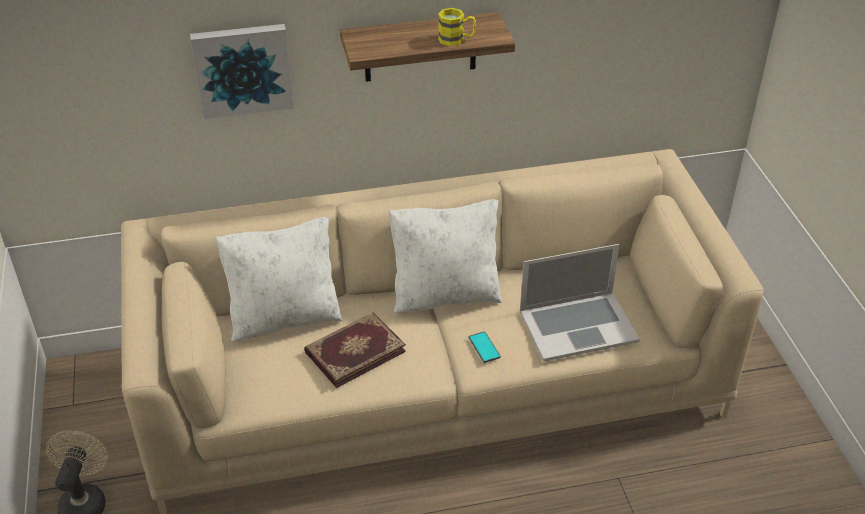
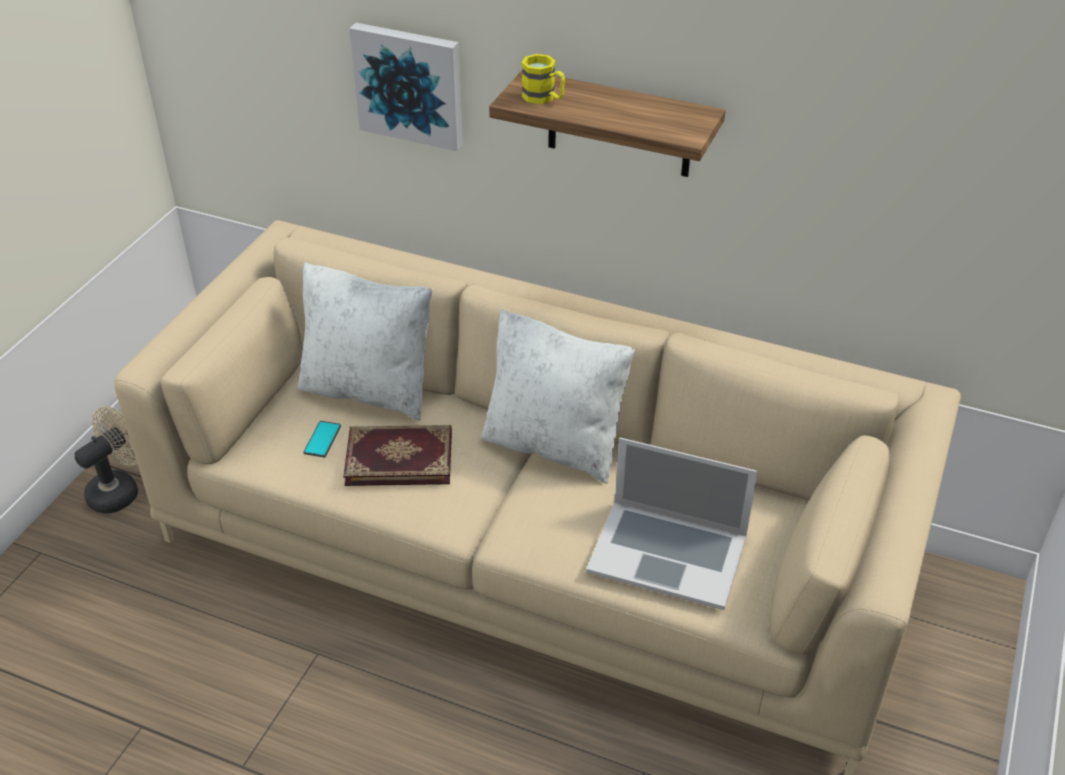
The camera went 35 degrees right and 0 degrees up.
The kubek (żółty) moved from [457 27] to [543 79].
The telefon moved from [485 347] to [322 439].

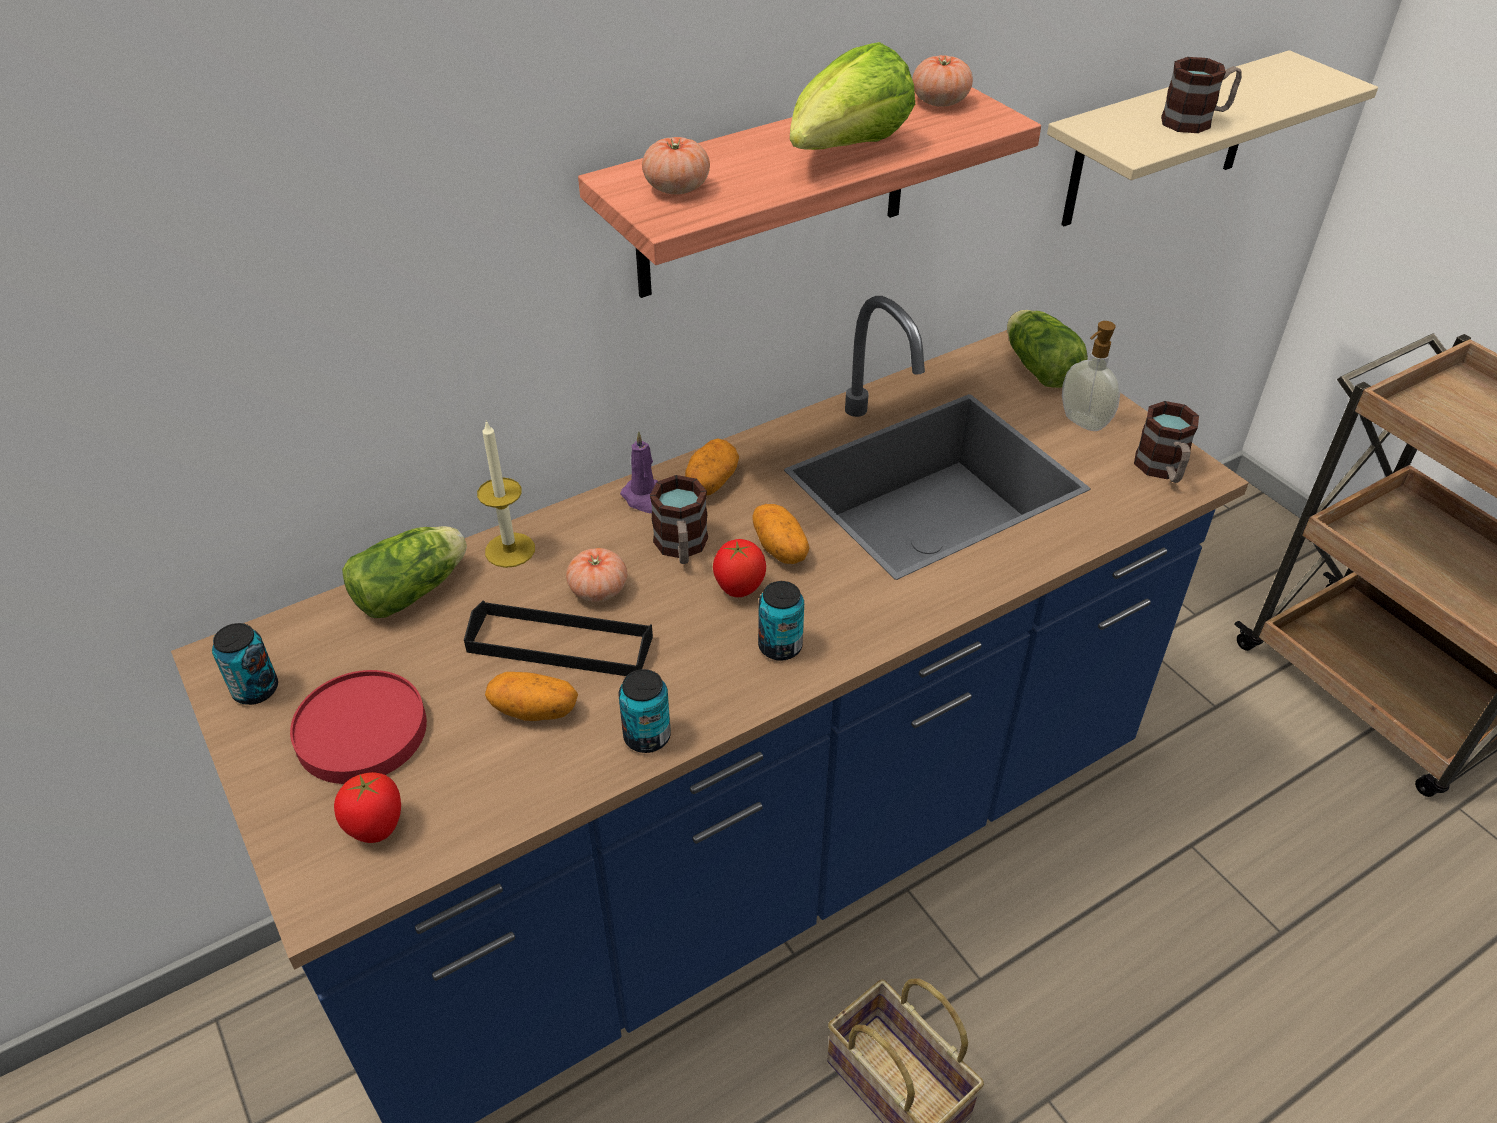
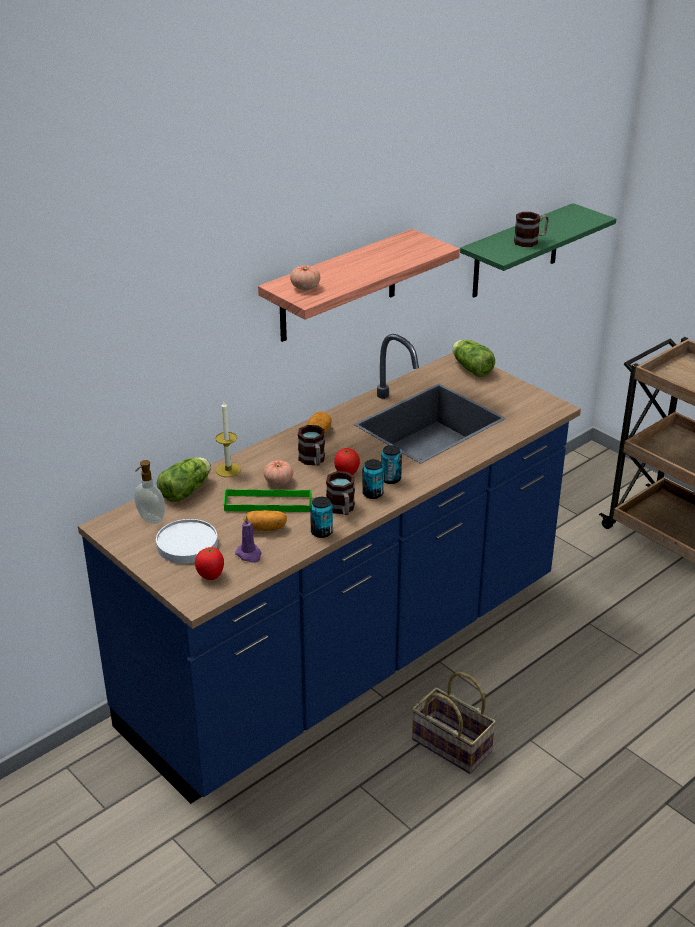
The camera went 10 degrees left and 10 degrees down.
The sałata at [852 96] disappeared.
The półka (beżowy) at [1212 138] became the półka (zielony) at [538 250].
The pomidor at [942 81] disappeared.
The dozownik mydła moved from [1091 376] to [149 492].
The kubek moved from [1166 442] to [340 493].
The świeca (fioletowy) moved from [639 472] to [248 539].
The ziemniak at [781 534] disappeared.
The taca (czarny) at [558 638] became the taca (zielony) at [267 500].
The puszka moved from [245 664] to [391 464].
The talerz (czerwony) at [358 727] became the talerz (biały) at [187 541].

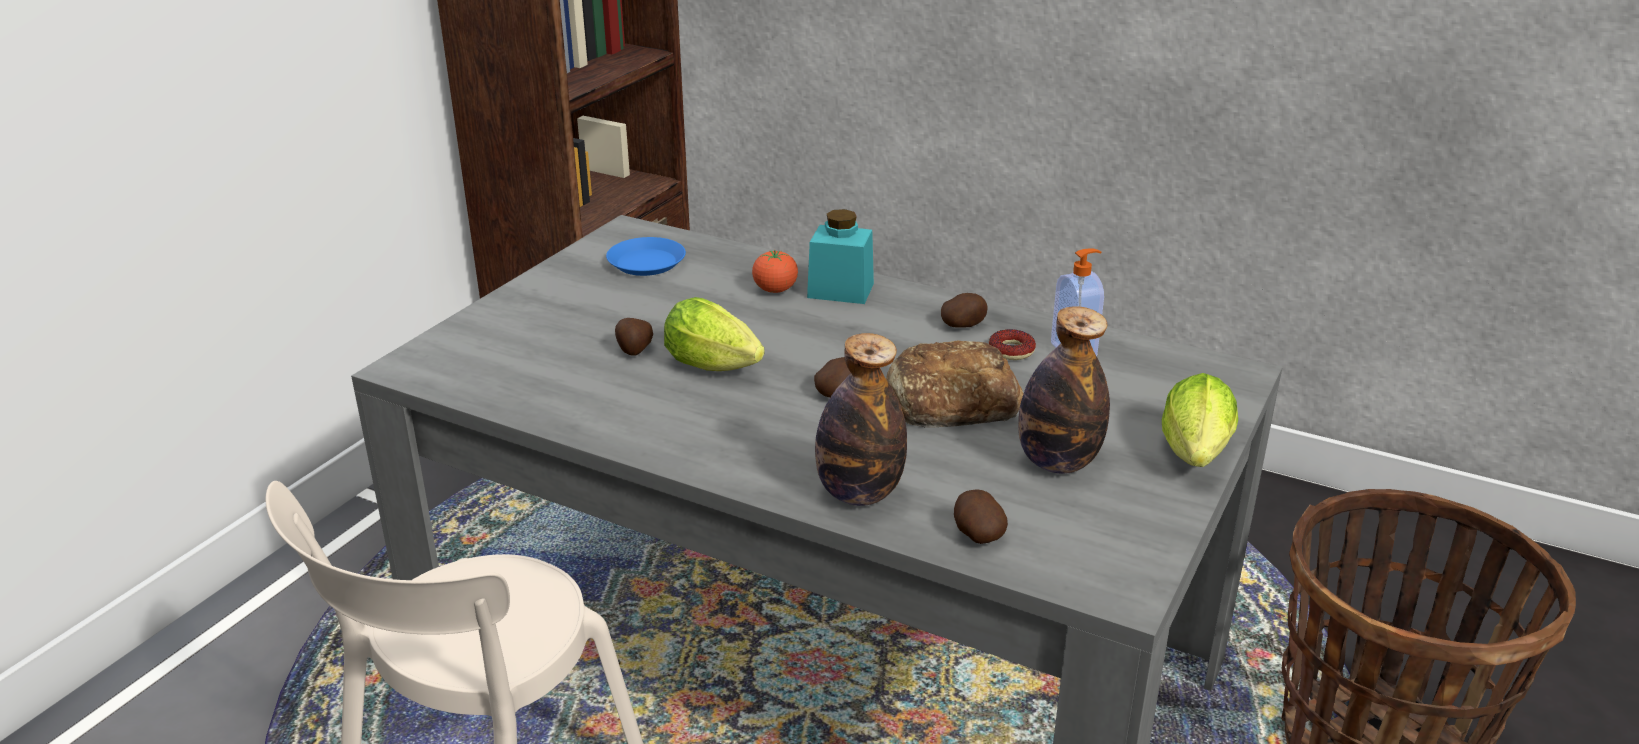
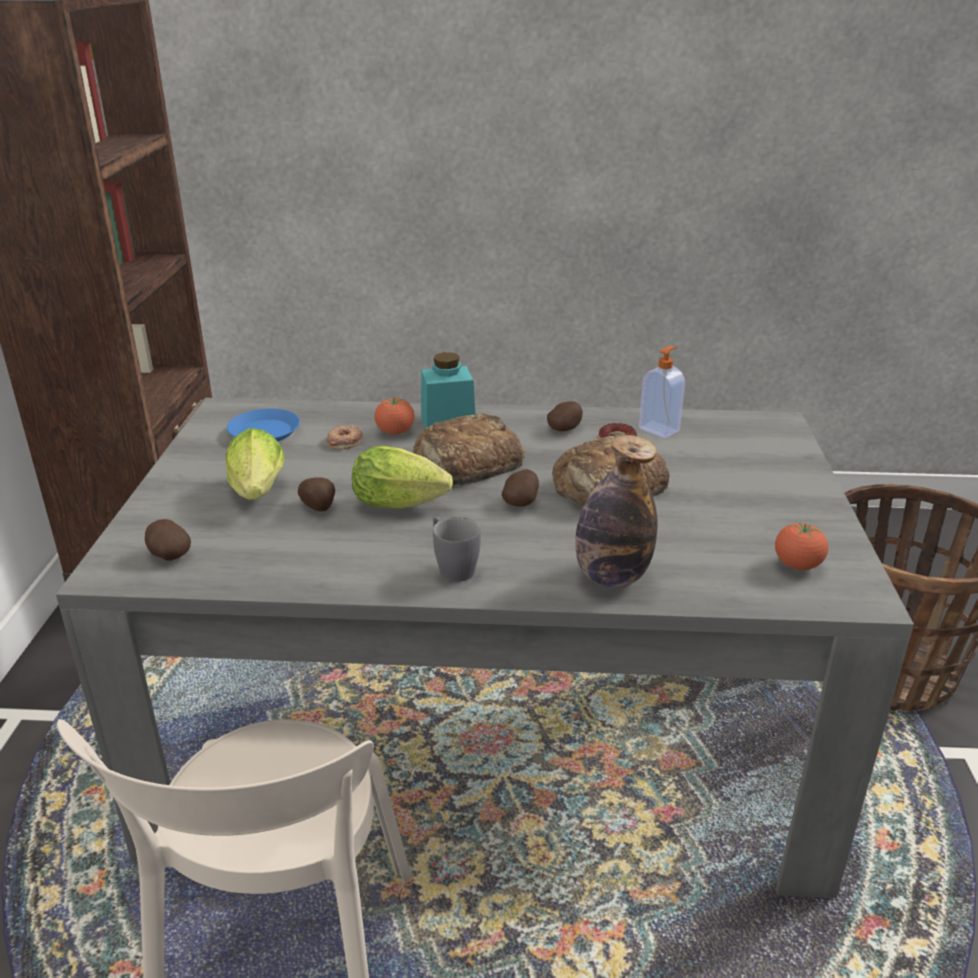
The camera went 25 degrees left and 0 degrees up.
The butelka at [1064 390] disappeared.
The sałata moved from [1200 420] to [255 464].
The ziemniak moved from [981 517] to [168 540].
The chleb at [469 450] appeared.
The donut at [344 437] appeared.
The kubek (szary) at [457 549] appeared.
The pomidor at [801 545] appeared.

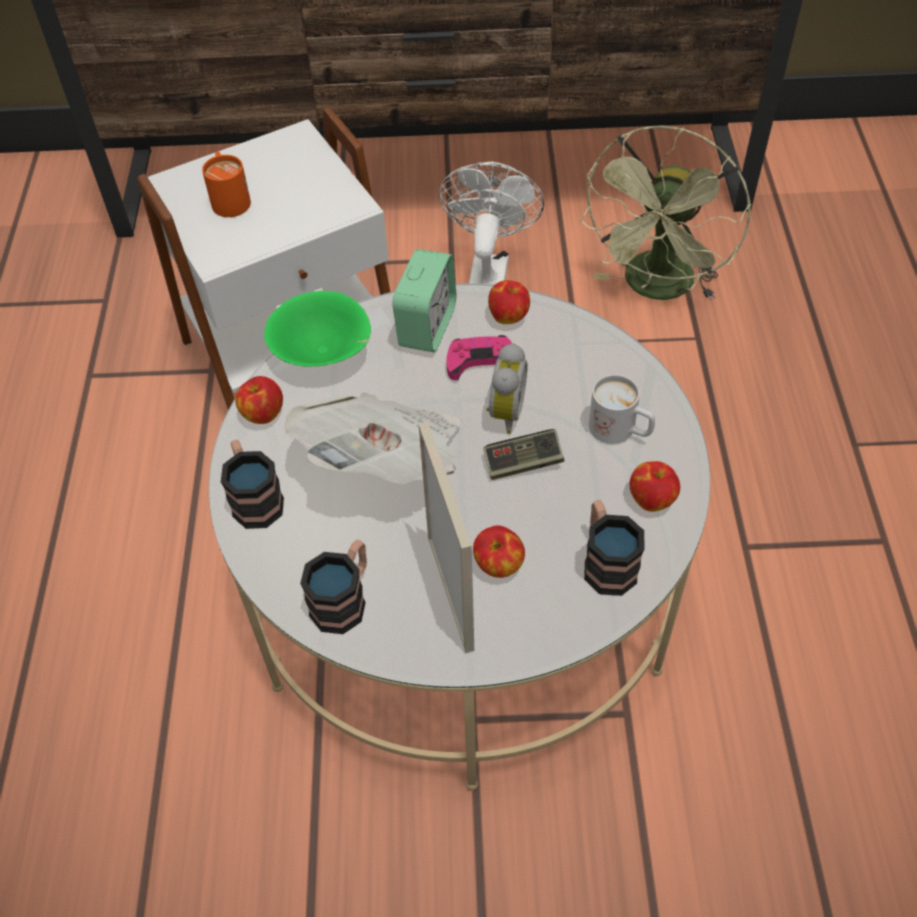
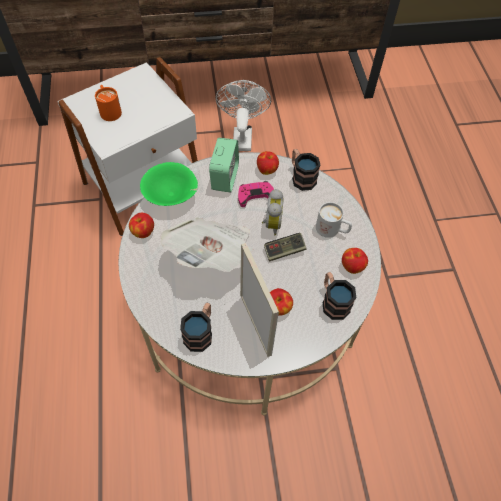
The camera went 10 degrees left and 5 degrees up.
The wentylator (zielony) at [665 212] disappeared.
The kubek moved from [252 484] to [306 170].

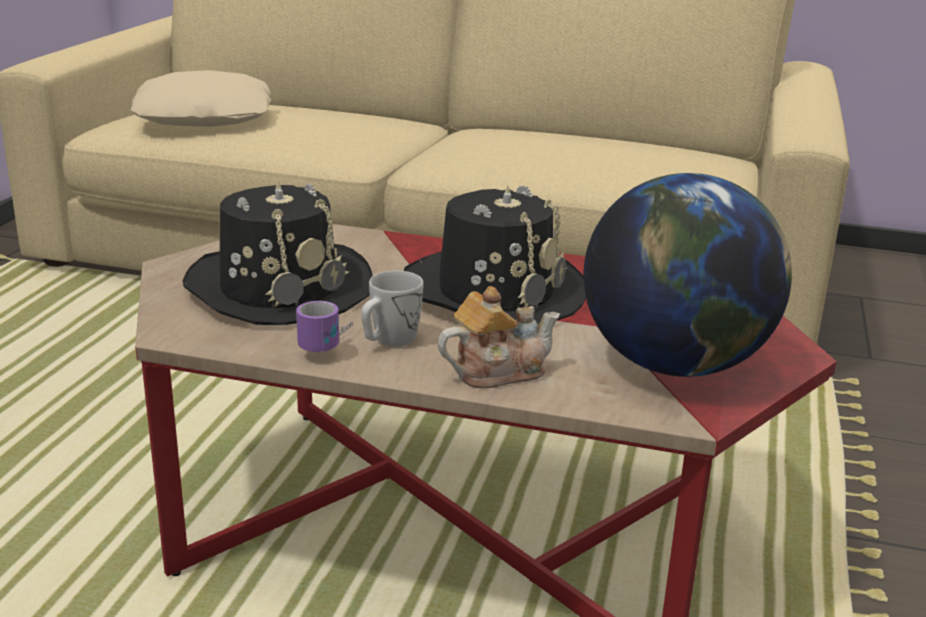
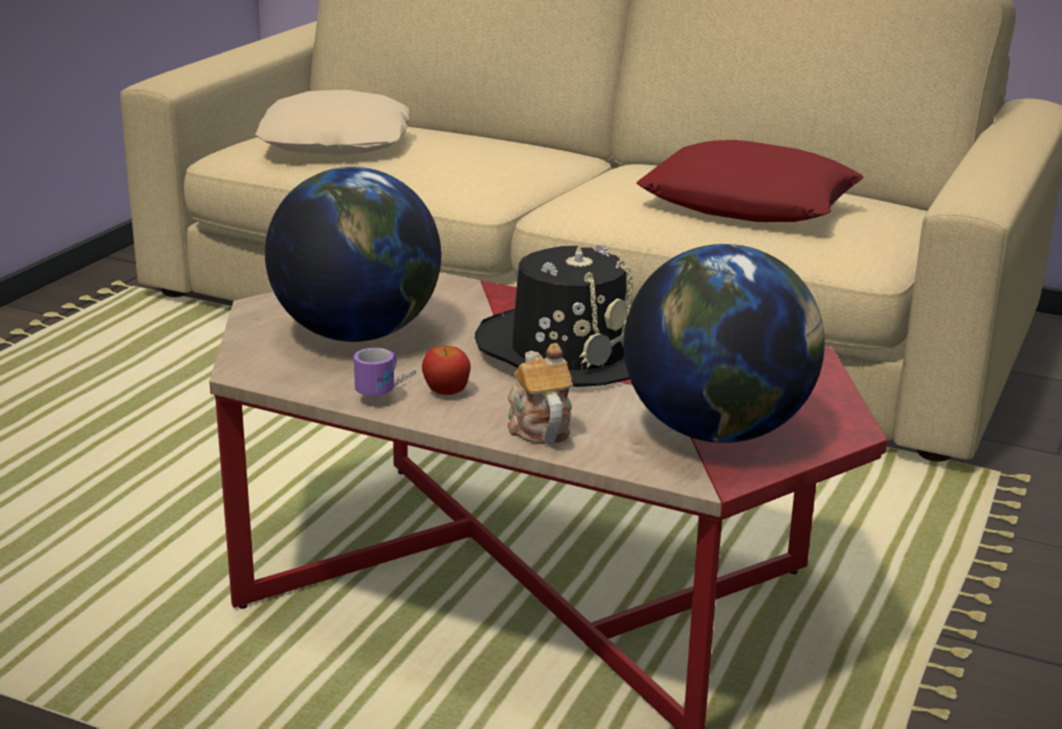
The camera went 10 degrees right and 0 degrees up.
The kapelusz (czarny) at [278 253] was replaced by the globus at [353 254].
The kubek (biały) at [392 309] was replaced by the jabłko at [446 370].
The imbryk at [498 337] turned 90 degrees counterclockwise.
The poduszka (czerwony) at [750 181] appeared.

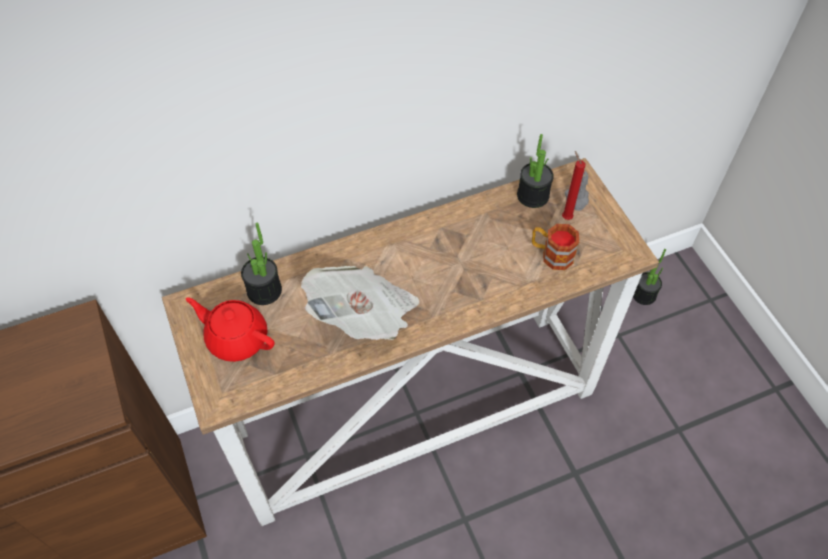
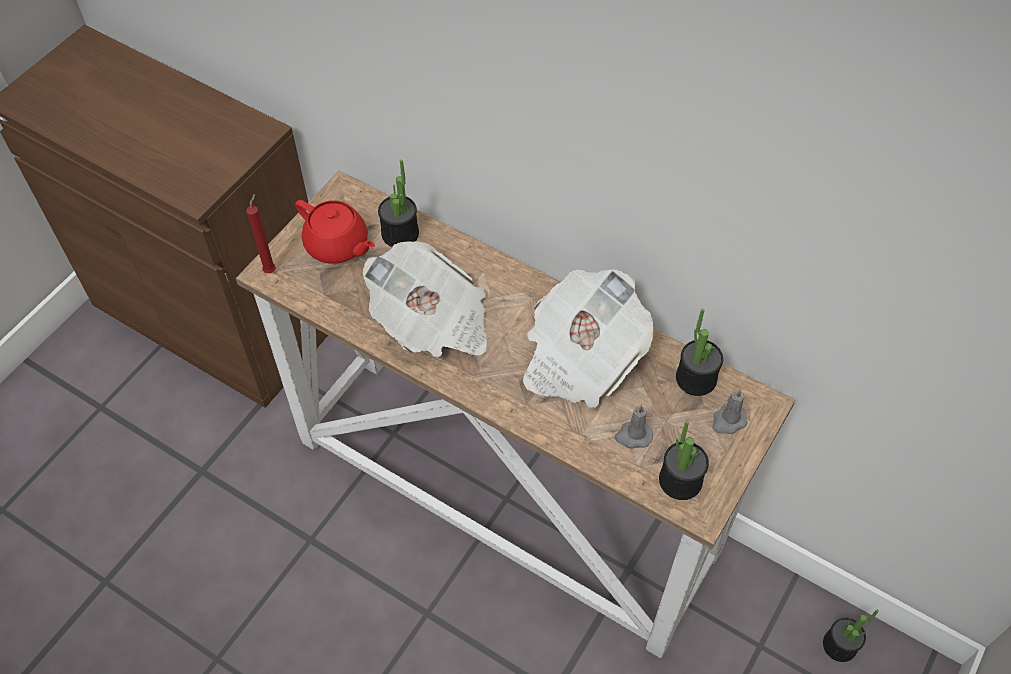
The camera went 55 degrees right and 0 degrees up.
The świeca (czerwony) moved from [574 185] to [261 233].
The kubek at [555 247] was replaced by the świeca (szary) at [634 427].
The imbryk (czerwony) at [230 330] turned 135 degrees clockwise.
The gazeta at [588 338] appeared.
The roślina doniczkowa at [684 460] appeared.

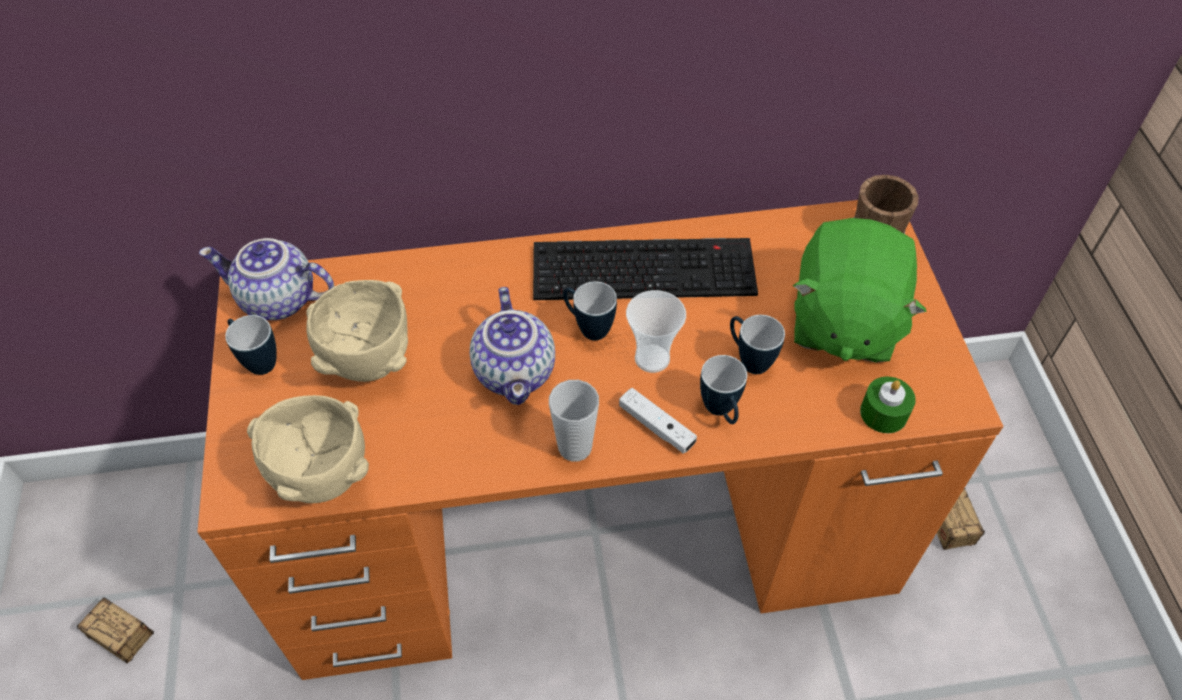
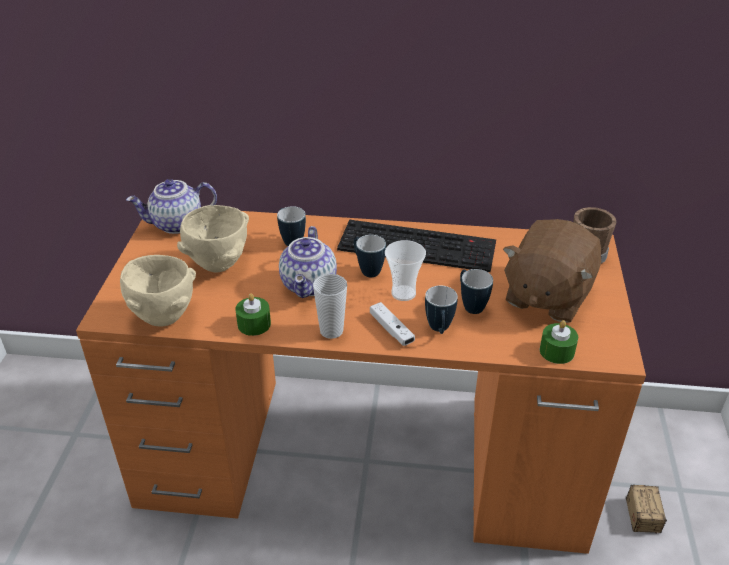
The camera went 15 degrees right and 15 degrees down.
The pluszak (zielony) at [860 290] became the pluszak (brązowy) at [552 271].
The imbryk at [266 279] turned 45 degrees counterclockwise.
The kubek moved from [251 345] to [291 226].
The pojemnik do przechowywania at [126 630] disappeared.
The świeca (zielony) at [253 314] appeared.

